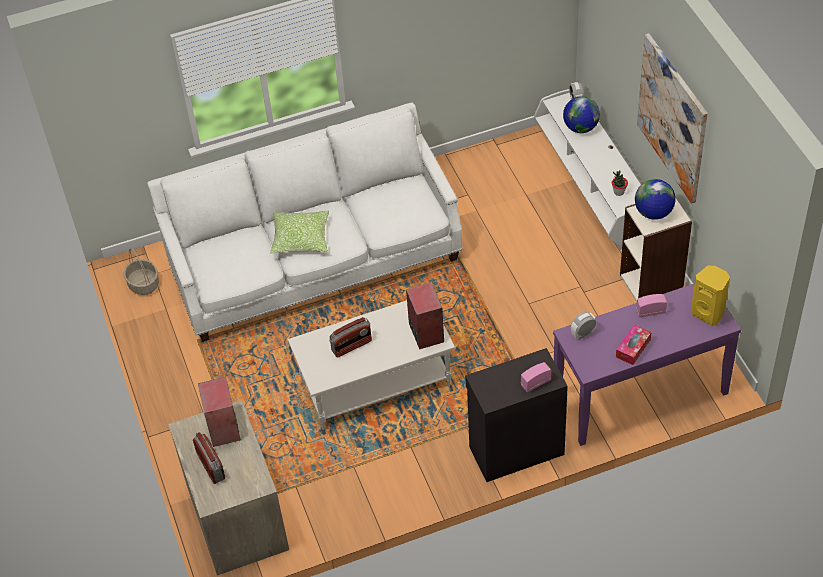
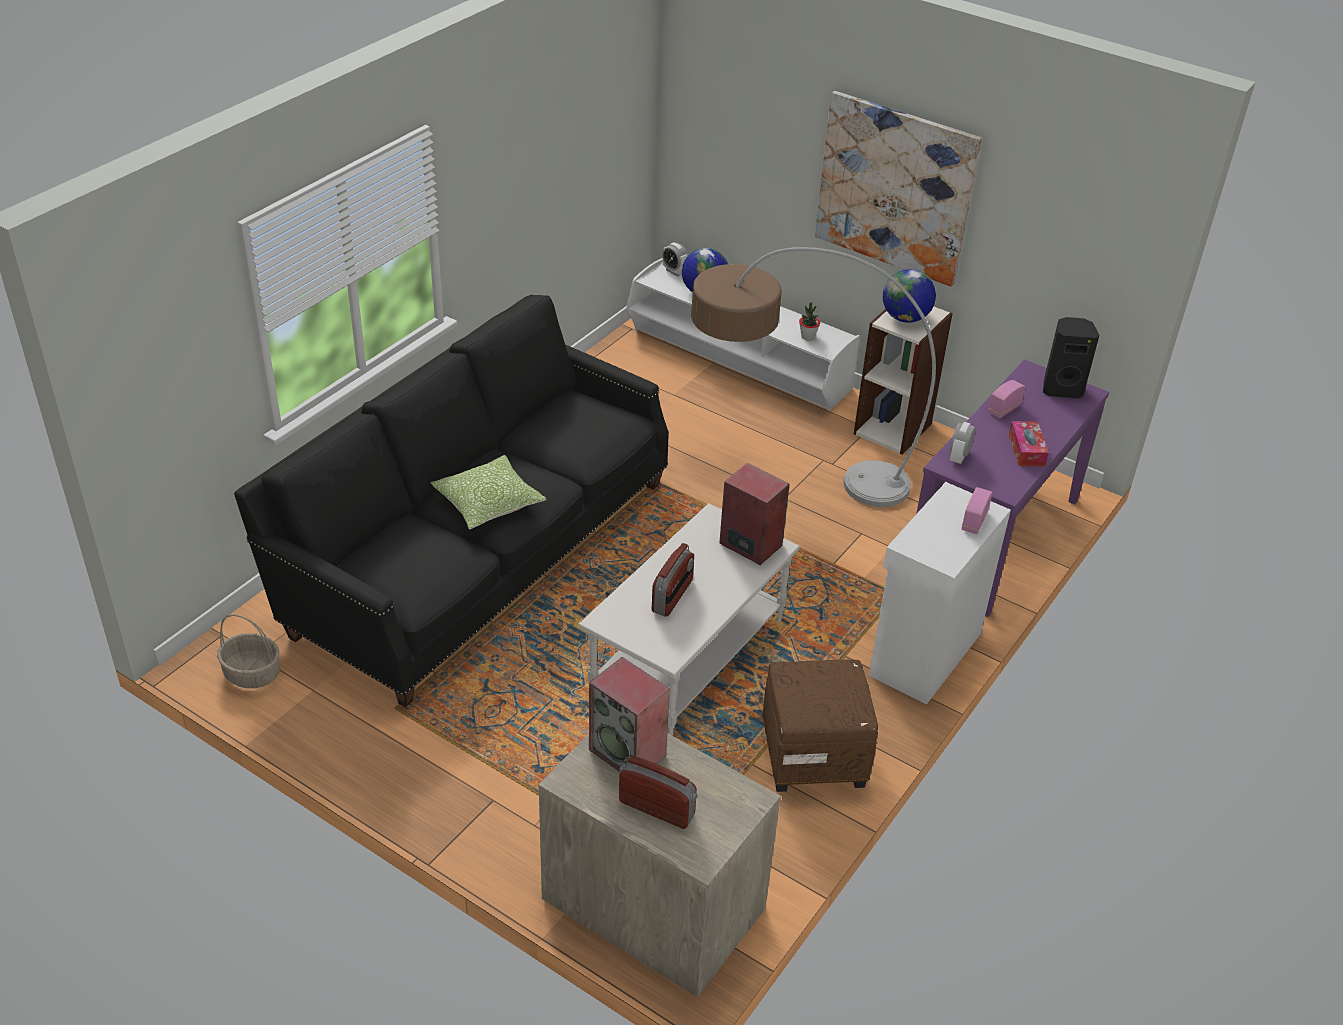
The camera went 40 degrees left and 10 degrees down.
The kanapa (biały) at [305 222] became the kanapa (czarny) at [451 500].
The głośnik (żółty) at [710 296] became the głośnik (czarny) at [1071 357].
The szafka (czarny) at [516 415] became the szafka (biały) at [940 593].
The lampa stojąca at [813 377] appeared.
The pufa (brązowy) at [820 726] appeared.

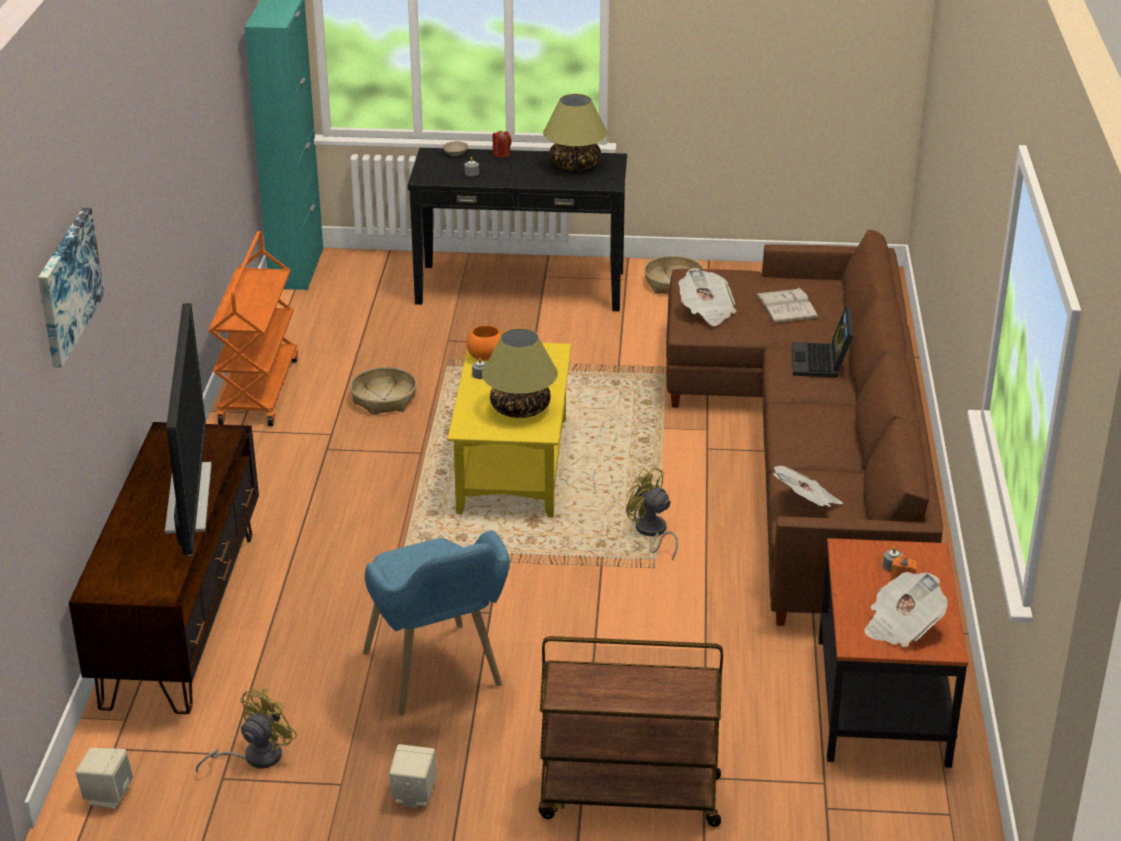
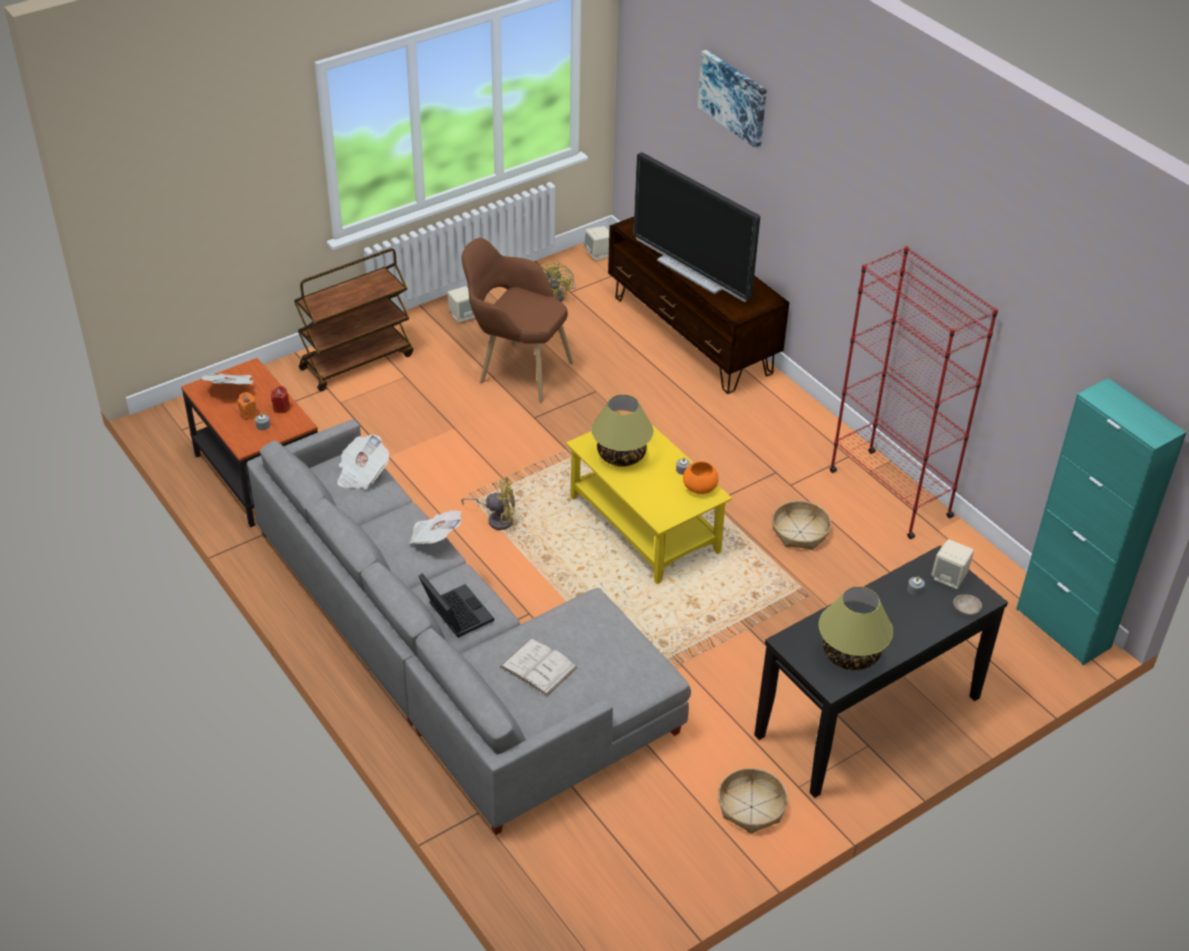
The camera went 140 degrees right and 10 degrees up.
The świeca (czerwony) moved from [502 144] to [280 399].
The kanapa (brązowy) at [804 428] became the kanapa (szary) at [469 627].
The wózek (pomarańczowy) at [253 328] was replaced by the regał (czerwony) at [914 392].
The gazeta moved from [707 297] to [435 527].
The fotel (niebieski) at [436 622] became the fotel (brązowy) at [517 320].
The głośnik (beżowy) at [952 564] appeared.

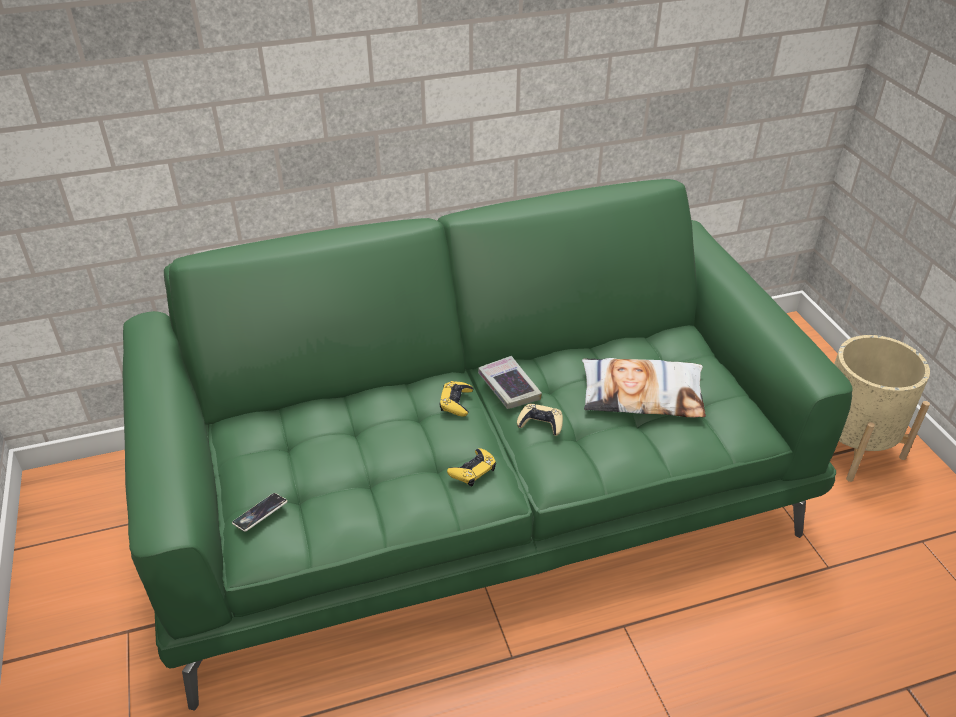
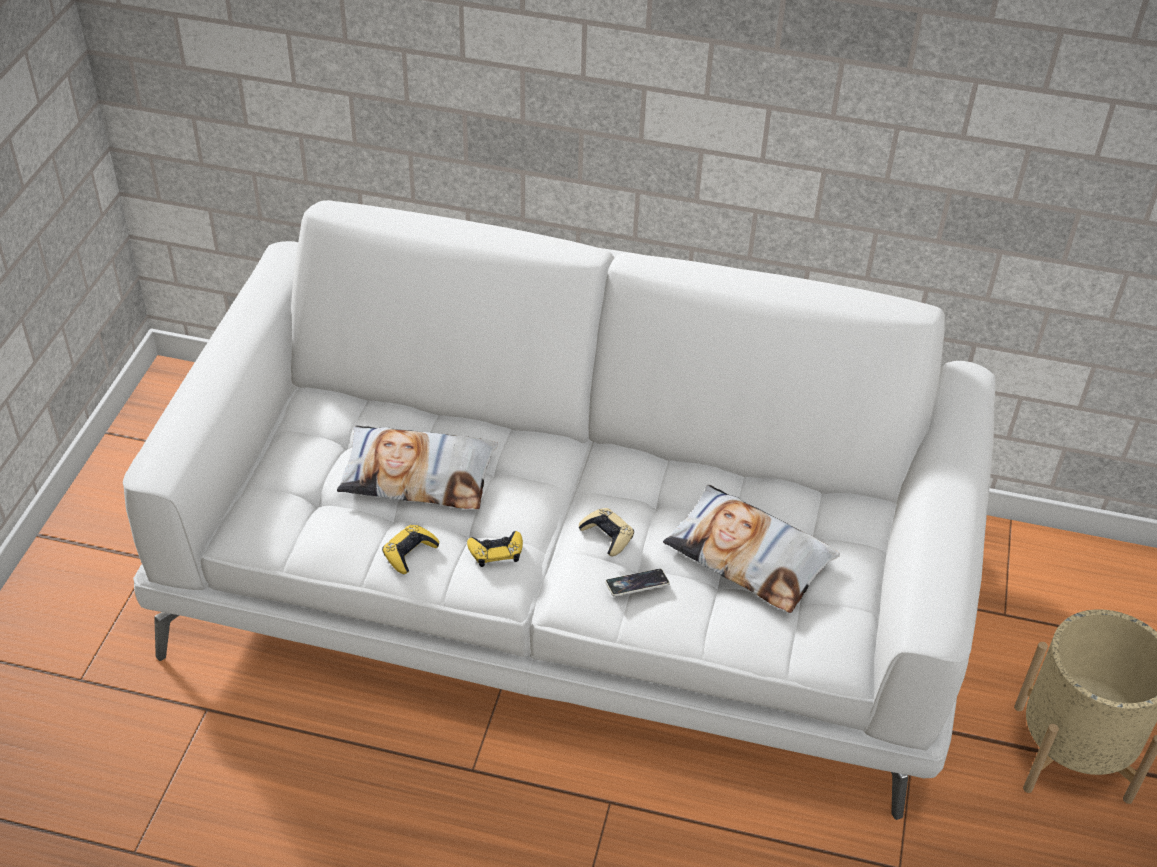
The camera went 30 degrees right and 5 degrees up.
The kanapa (zielony) at [488 444] became the kanapa (biały) at [559 510].
The książka at [510 382] disappeared.
The pad do gier (żółty) moved from [456 399] to [410 549].
The telefon moved from [260 512] to [637 583].
The poduszka at [417 467] appeared.

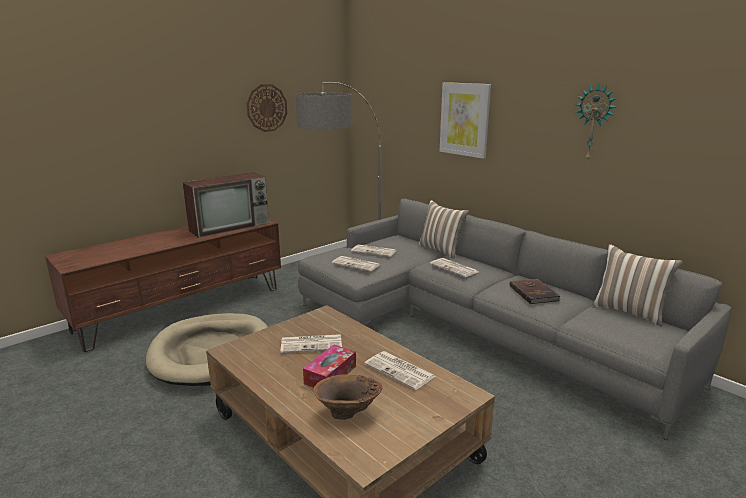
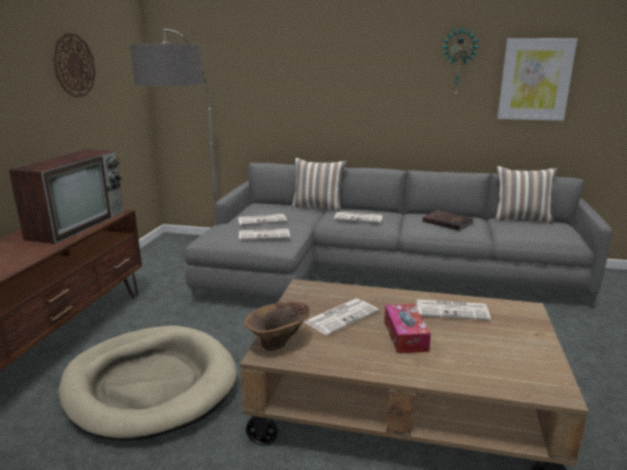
The camera went 35 degrees left and 0 degrees up.
The obraz moved from [465 120] to [537 79].
The wazon (brązowy) moved from [348 397] to [277 326].

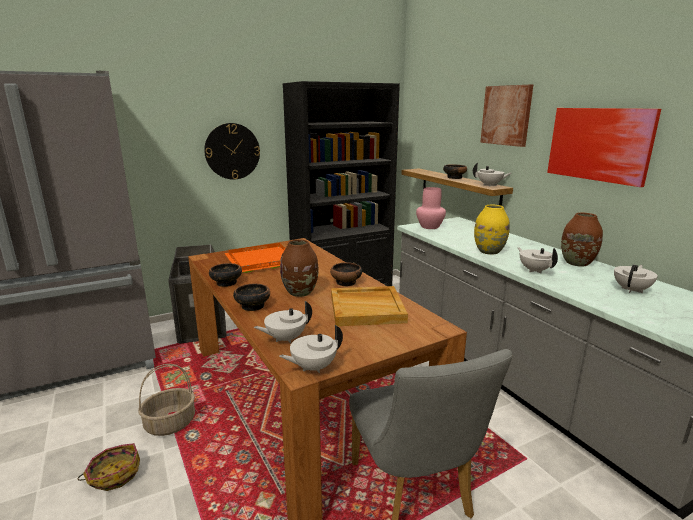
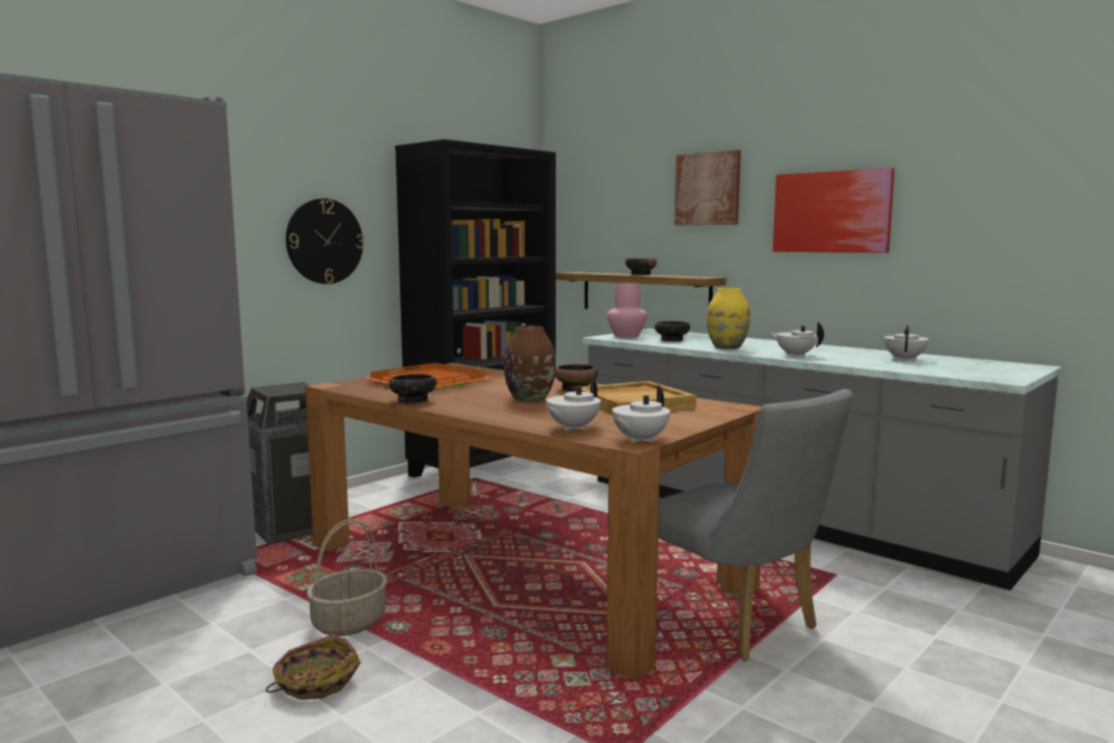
The camera went 20 degrees left and 10 degrees down.
The imbryk (biały) at [492 174] disappeared.
The wazon (brązowy) at [582 240] disappeared.
The miska moved from [251 297] to [672 331].

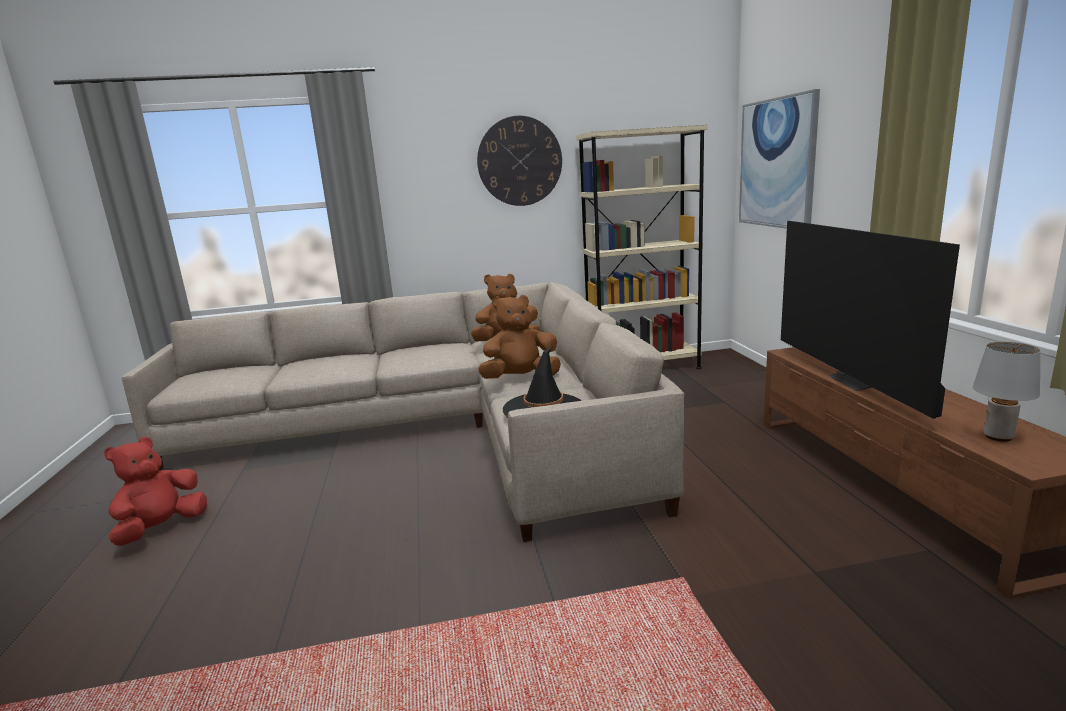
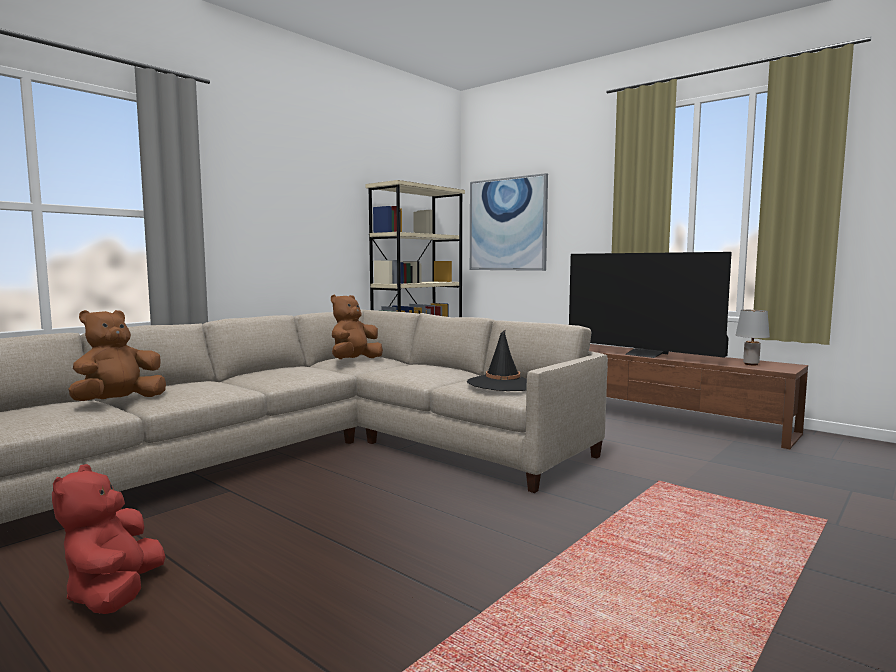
The camera went 40 degrees left and 10 degrees down.
The zegar ścienny at [519 161] disappeared.
The pluszak (brązowy) moved from [519 337] to [117 355].

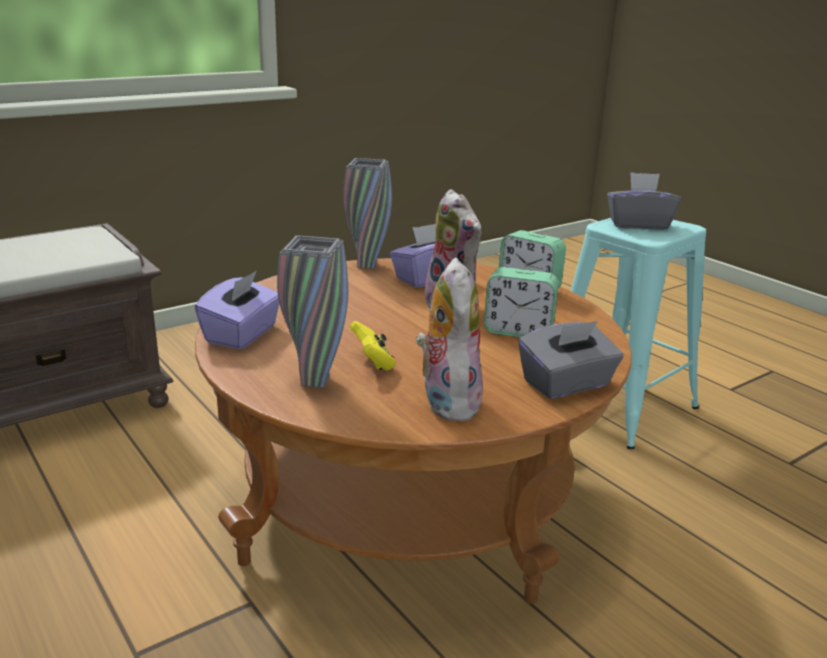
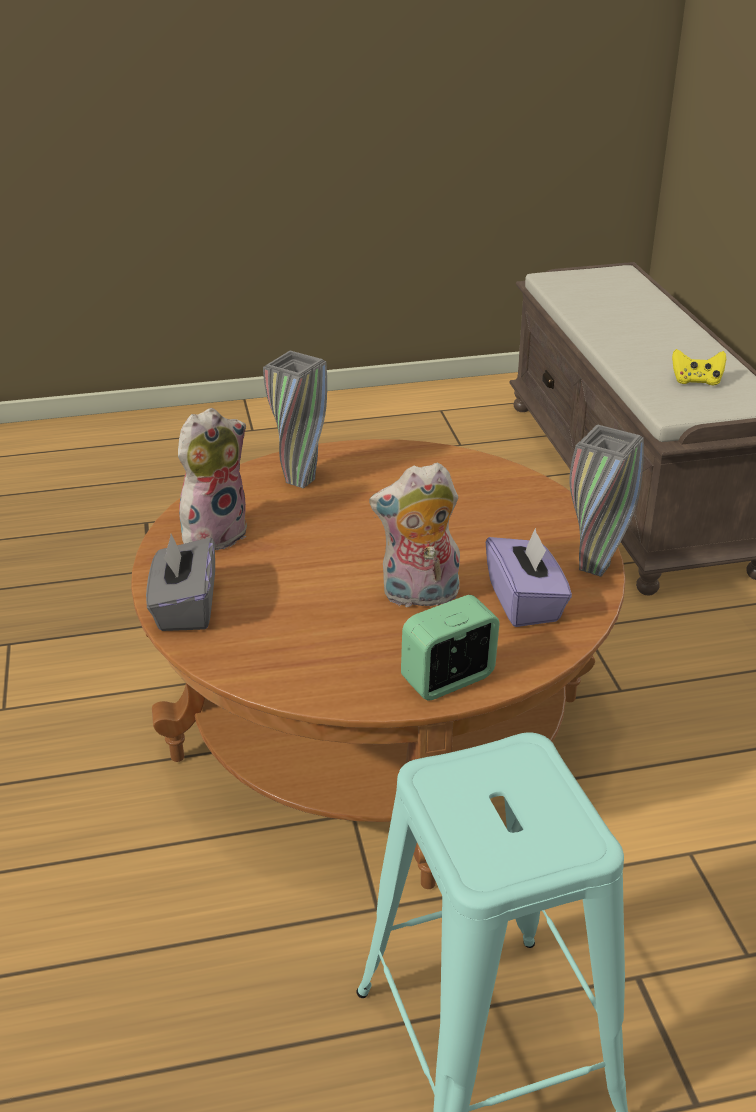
The camera went 115 degrees right and 10 degrees up.
The pudełko chusteczek (szary) at [644 201] disappeared.
The pluszak at [449 340] turned 60 degrees counterclockwise.
The budzik at [521 302] disappeared.
The pudełko chusteczek (fioletowy) at [237 310] disappeared.
The pad do gier (żółty) moved from [373 345] to [699 367].

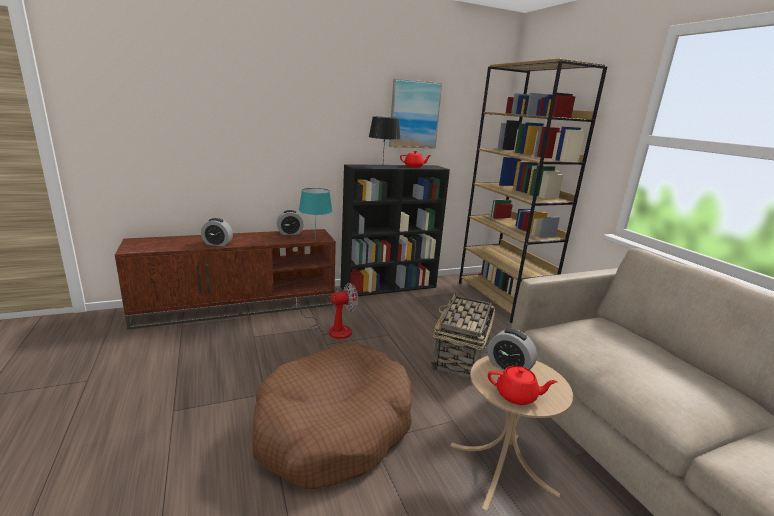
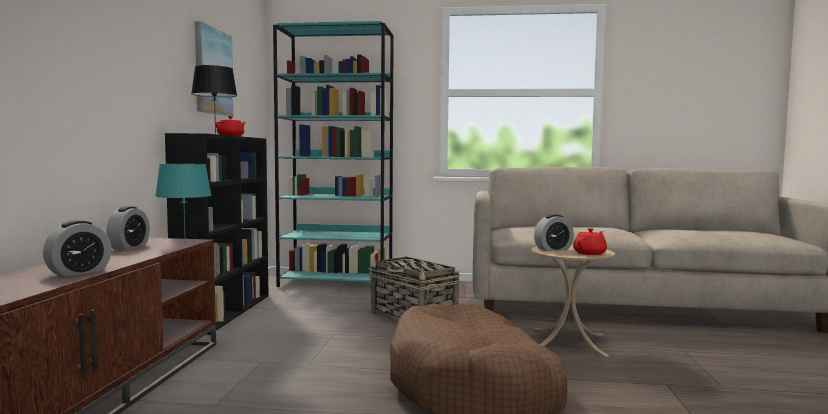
The camera went 60 degrees left and 15 degrees down.
The regał (brązowy) at [533 190] became the regał (turkusowy) at [333 154].
The wentylator at [327 311] disappeared.

